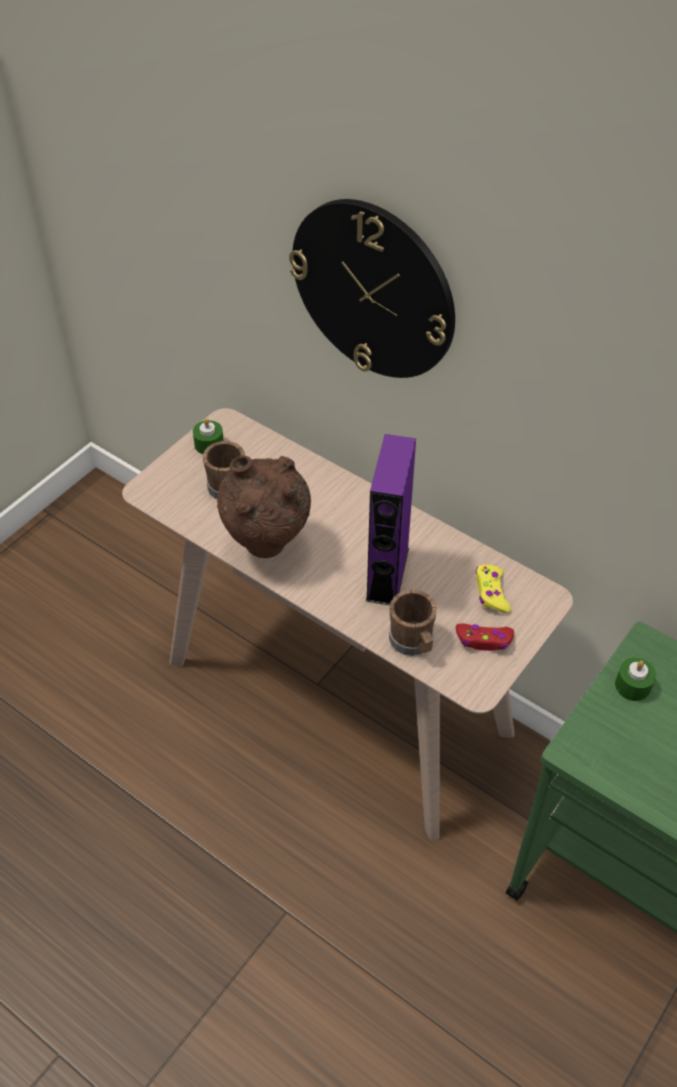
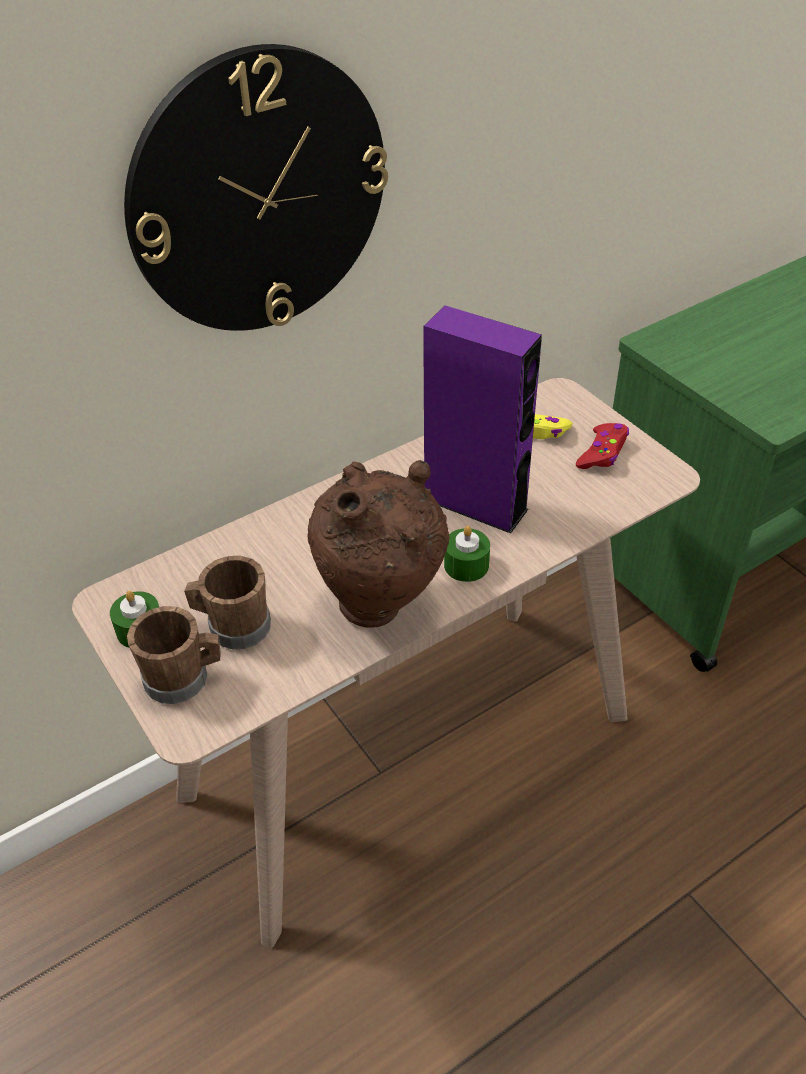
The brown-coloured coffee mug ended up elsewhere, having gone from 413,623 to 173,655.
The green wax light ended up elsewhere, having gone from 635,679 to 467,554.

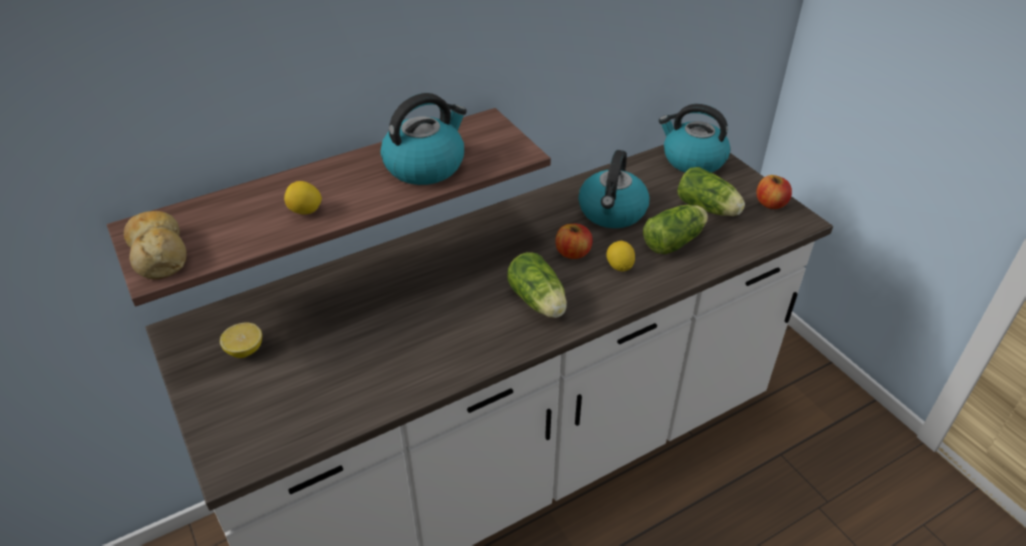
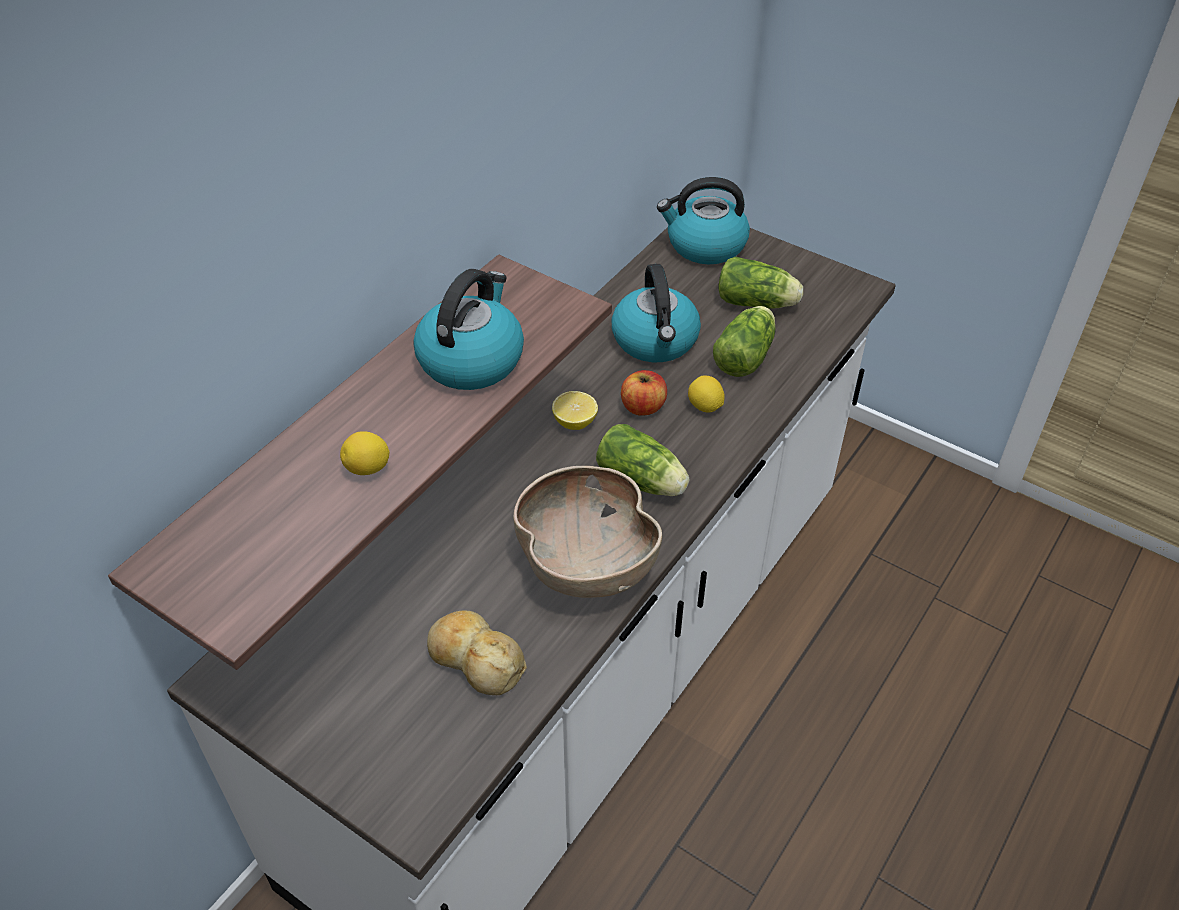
The baked bread ended up elsewhere, having gone from 155,245 to 477,652.
The second view gained the brown-coloured serving bowl at 587,532.
The lemon ended up elsewhere, having gone from 241,340 to 575,410.
The second view lost the apple at 774,192.

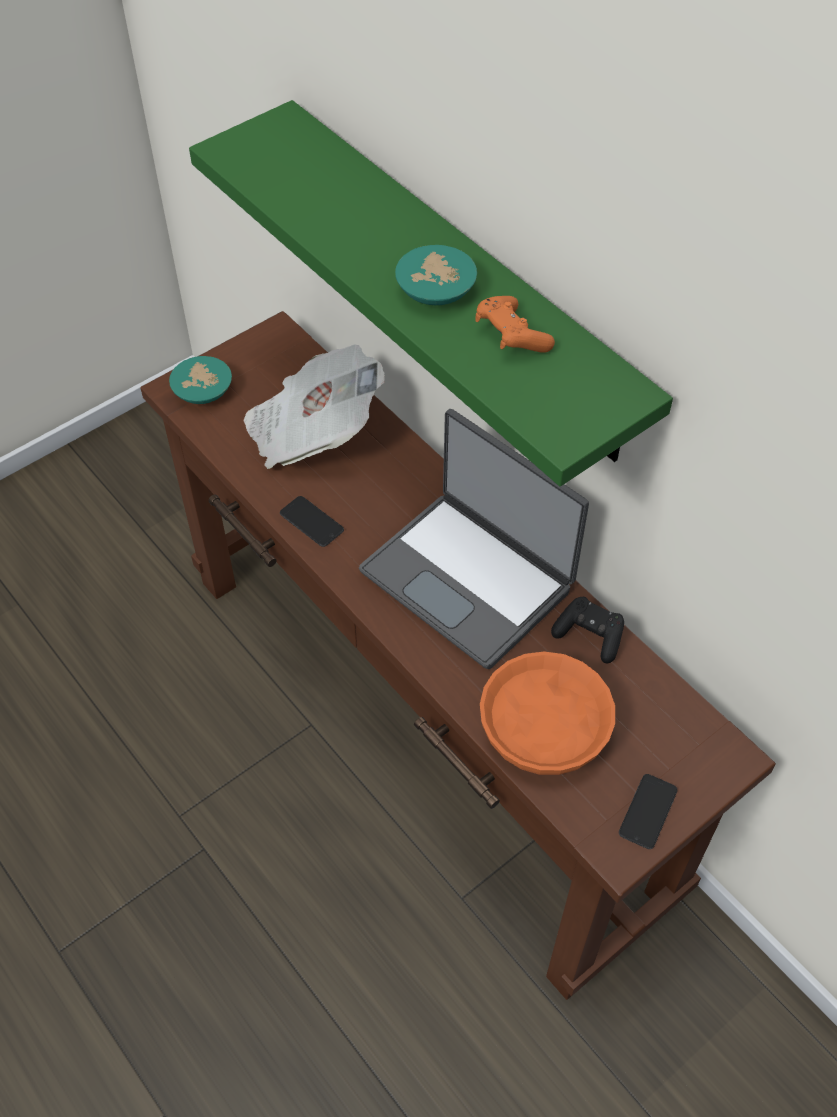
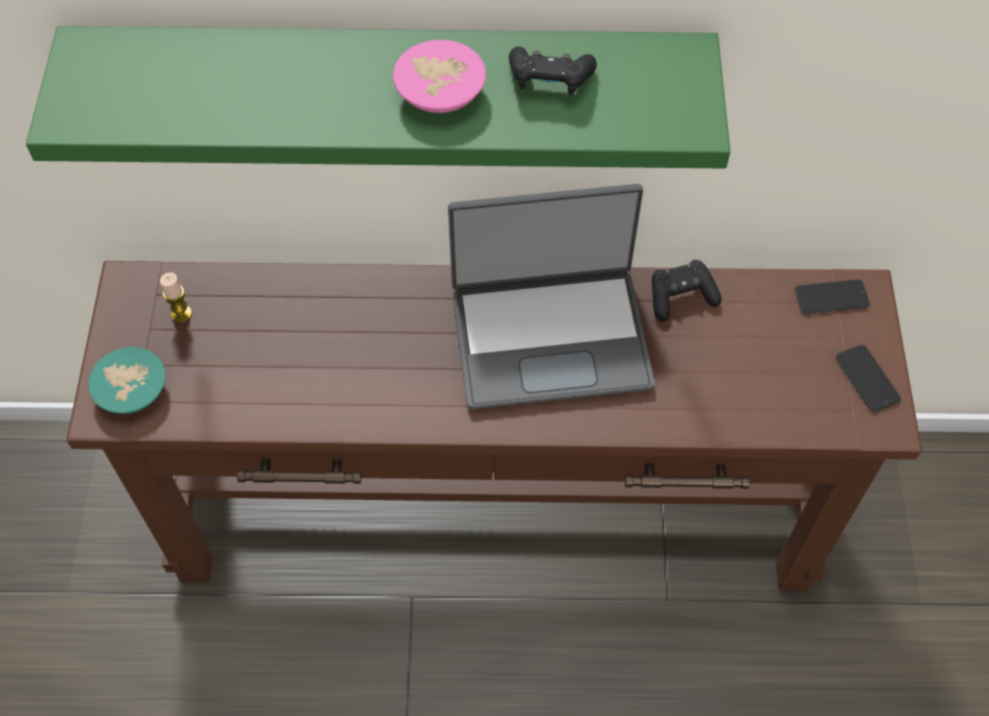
The second view gained the wax light at 176,297.
What was the turquoise-coloured serving bowl at 436,275 turned into the pink-coloured serving bowl at 439,76.
What was the orangey gamepad at 515,324 turned into the black-coloured gamepad at 553,70.
The telephone ended up elsewhere, having gone from 312,521 to 832,296.
The second view lost the daily paper at 314,407.
The second view lost the orangey serving bowl at 547,713.

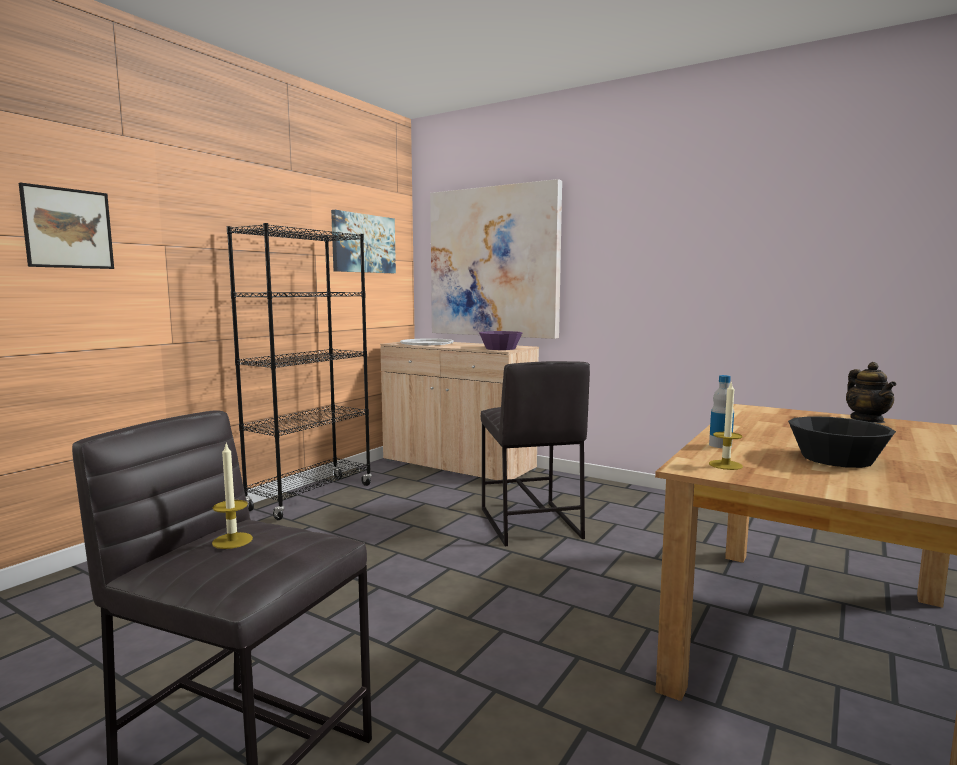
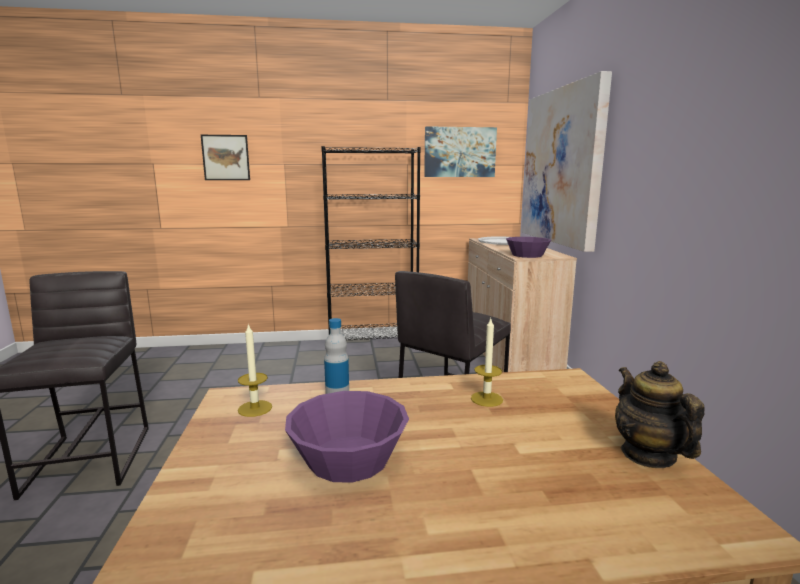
What was the black-coloured serving bowl at 842,442 turned into the purple serving bowl at 347,437.
The wax light ended up elsewhere, having gone from 232,496 to 487,363.
The teapot at 871,392 ended up facing another way, 120 degrees clockwise from before.

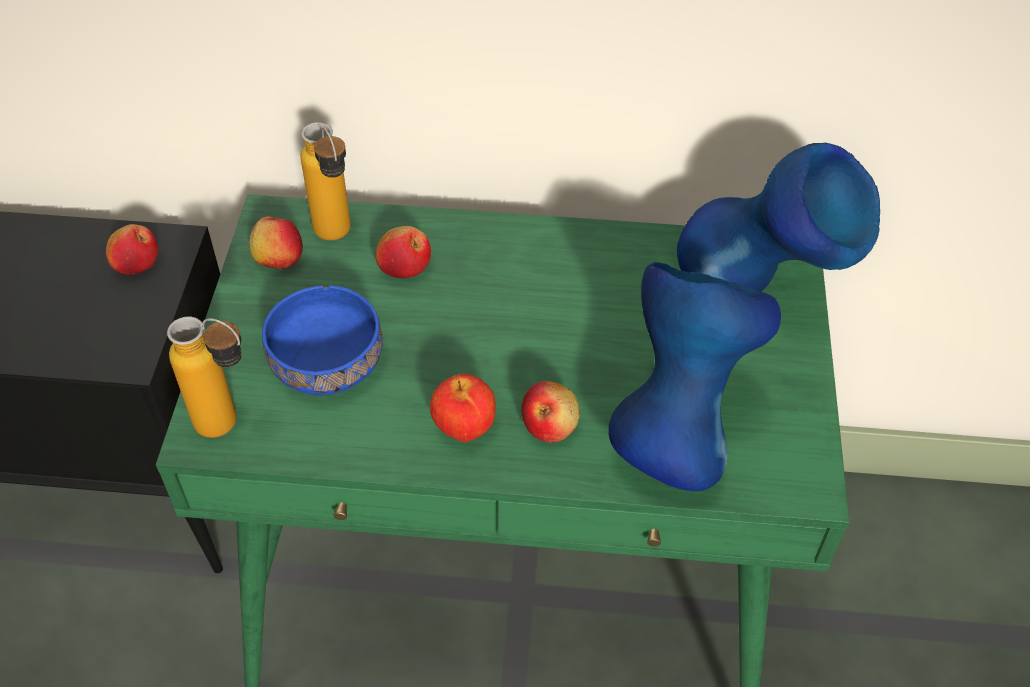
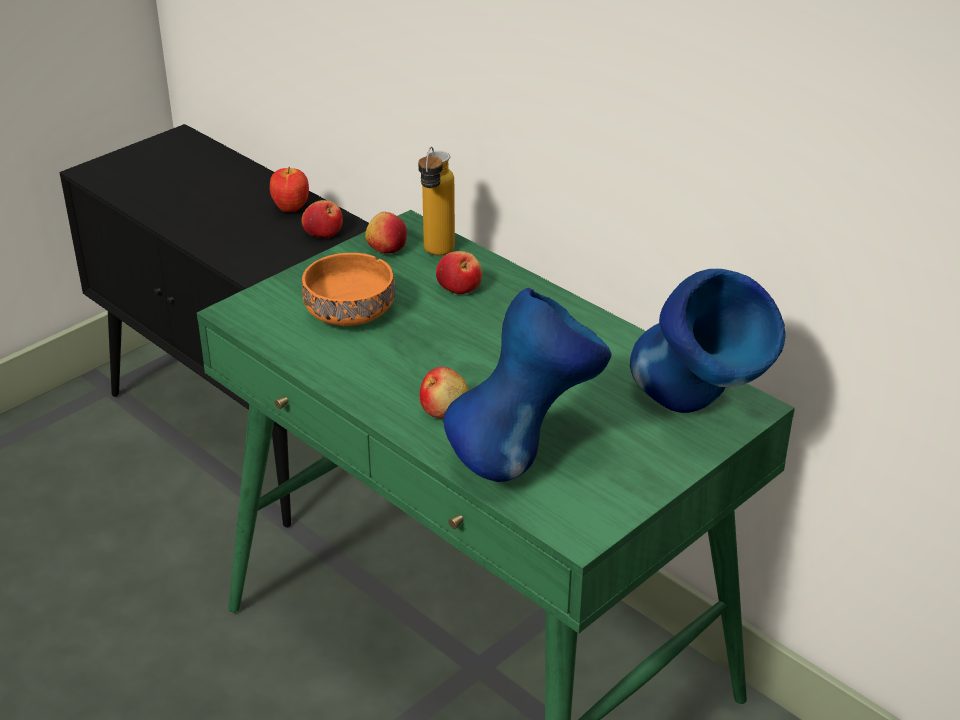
The apple ended up elsewhere, having gone from 463,407 to 289,189.
What was the blue serving bowl at 322,340 turned into the orangey serving bowl at 348,289.
The second view lost the beverage bottle at 204,377.

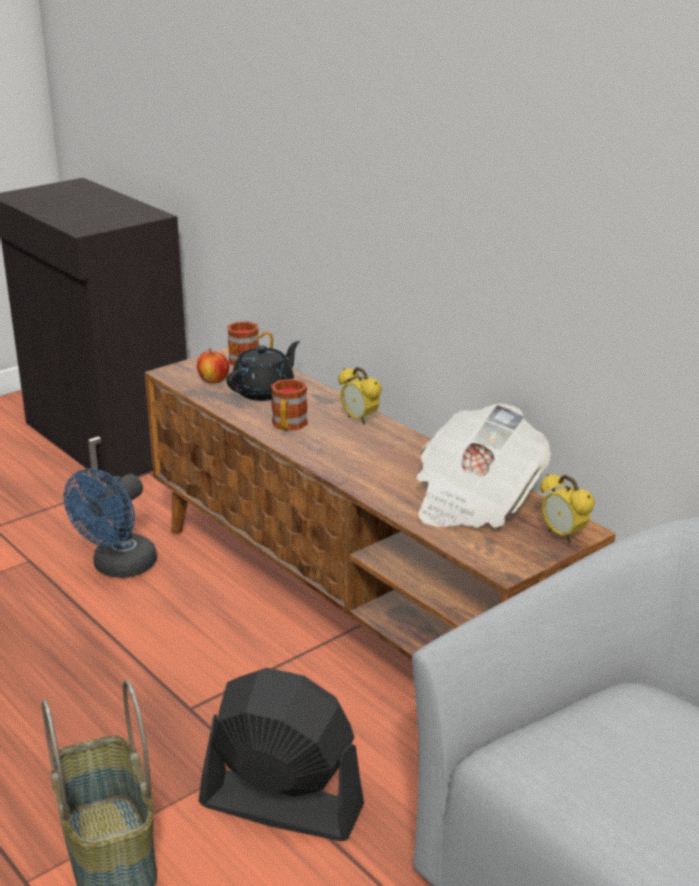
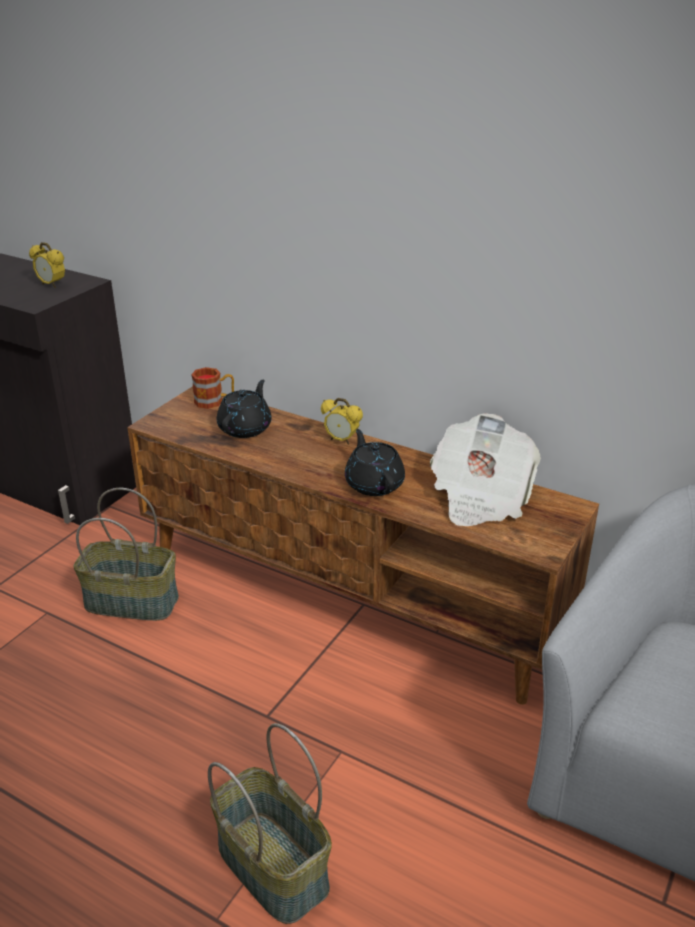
The table clock ended up elsewhere, having gone from 567,508 to 47,265.
Where the blue cooling fan stood at 110,523, the basket came to stand at 126,554.
The second view gained the black-coloured teapot at 375,462.
The second view lost the apple at 213,366.
The second view lost the black-coloured cooling fan at 281,754.
The second view lost the coffee mug at 289,405.

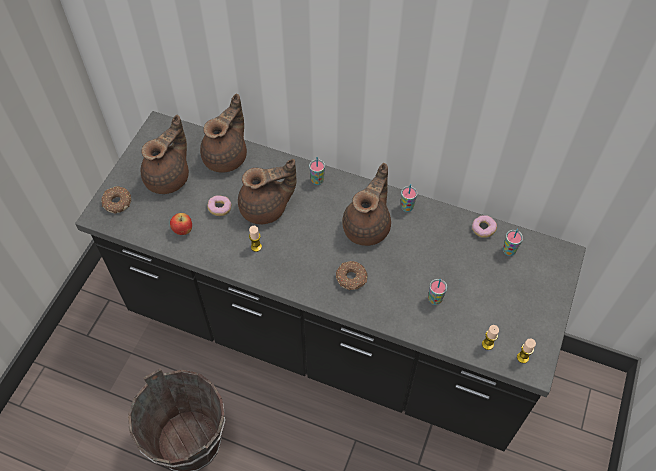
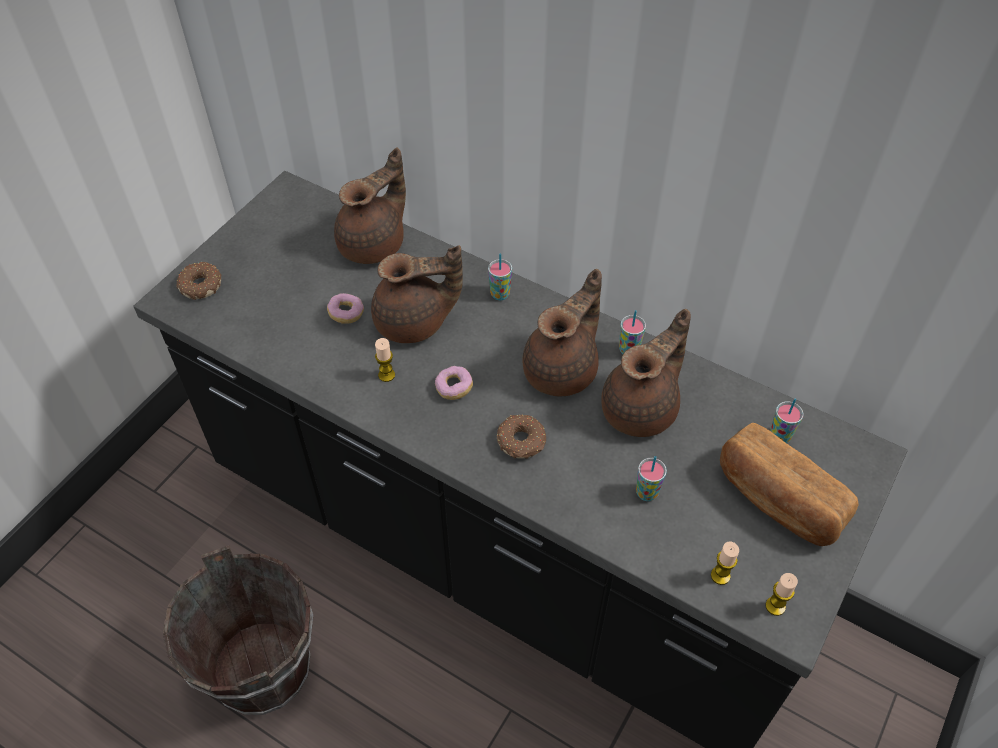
The doughnut ended up elsewhere, having gone from 484,226 to 454,383.
The brown-coloured teapot ended up elsewhere, having gone from 165,154 to 646,373.
The second view gained the baked bread at 789,484.
The second view lost the apple at 181,224.

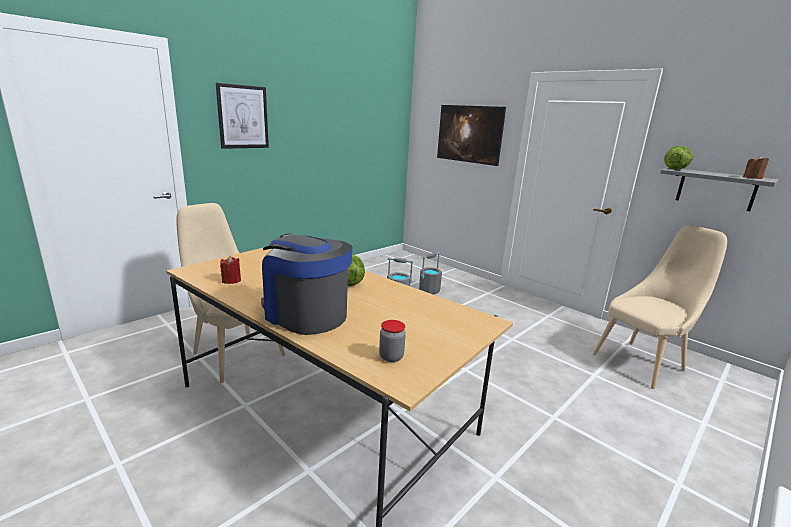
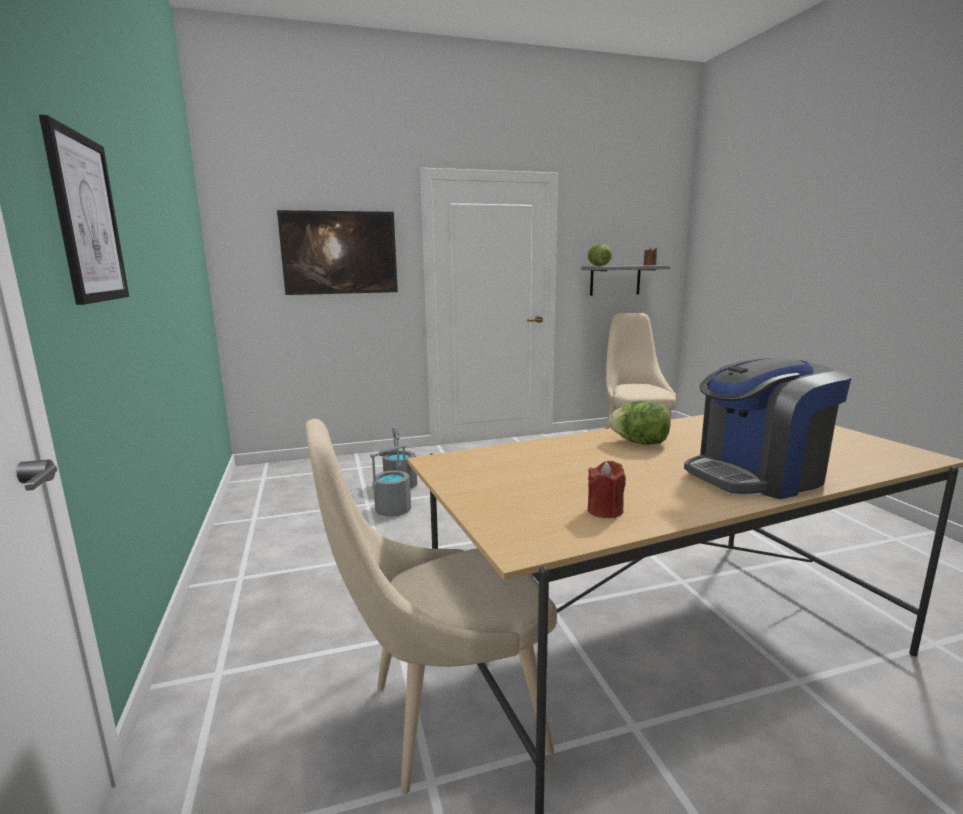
The second view lost the jar at 392,341.

